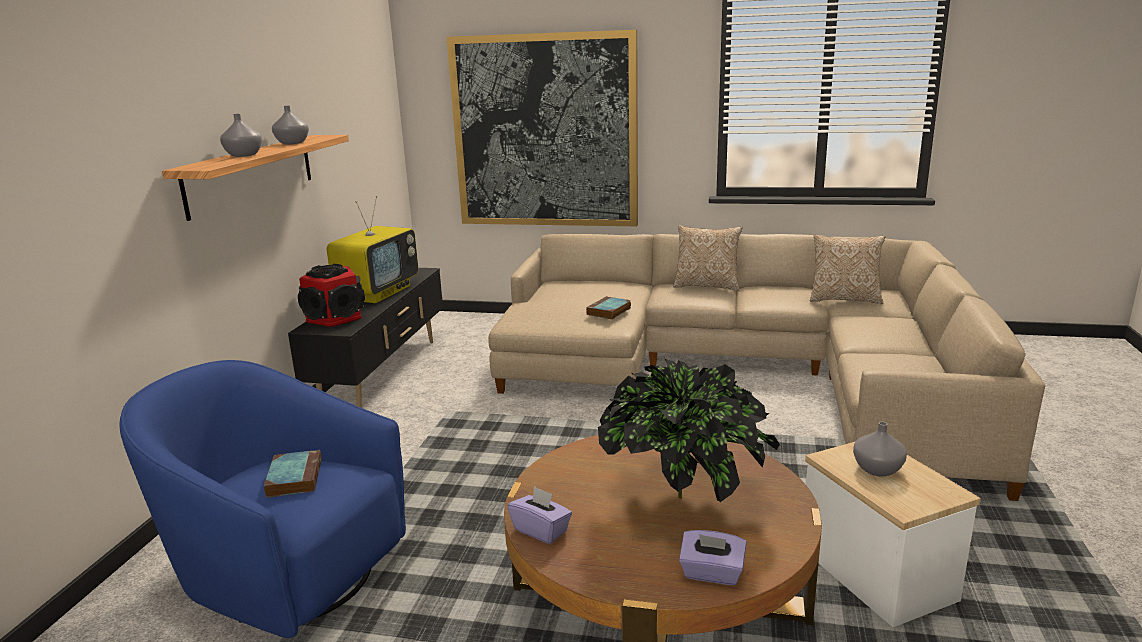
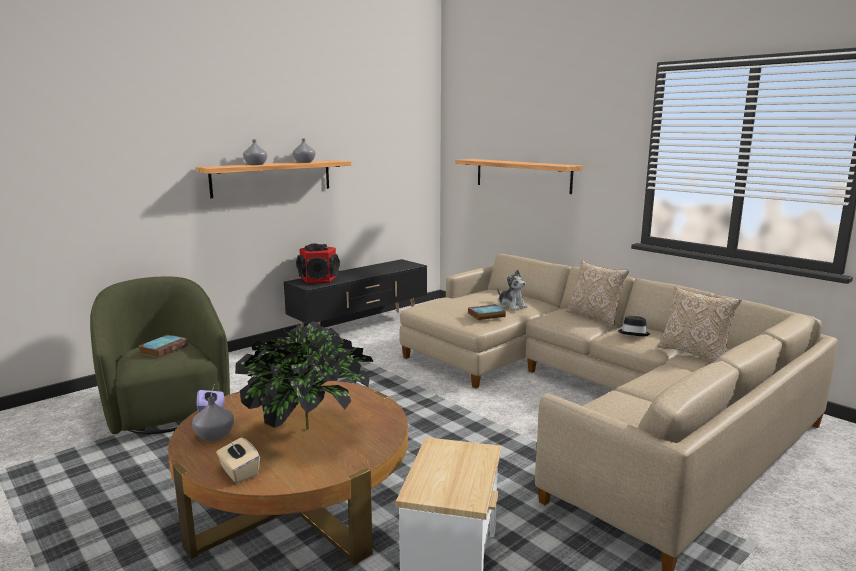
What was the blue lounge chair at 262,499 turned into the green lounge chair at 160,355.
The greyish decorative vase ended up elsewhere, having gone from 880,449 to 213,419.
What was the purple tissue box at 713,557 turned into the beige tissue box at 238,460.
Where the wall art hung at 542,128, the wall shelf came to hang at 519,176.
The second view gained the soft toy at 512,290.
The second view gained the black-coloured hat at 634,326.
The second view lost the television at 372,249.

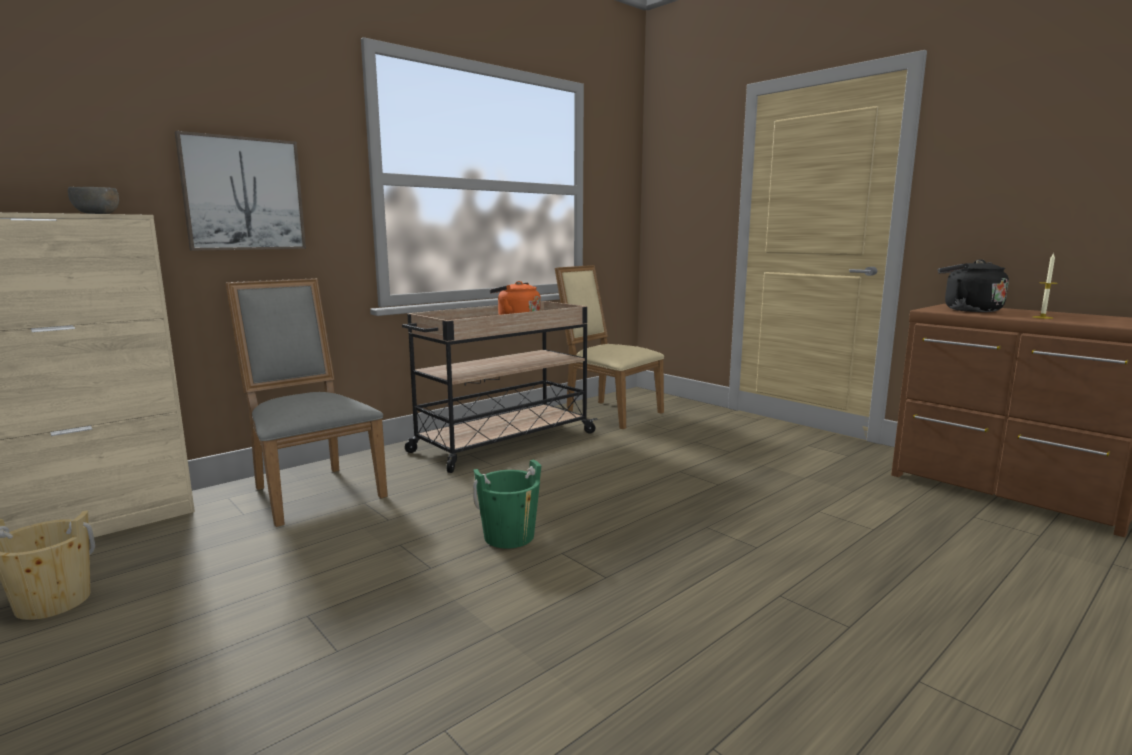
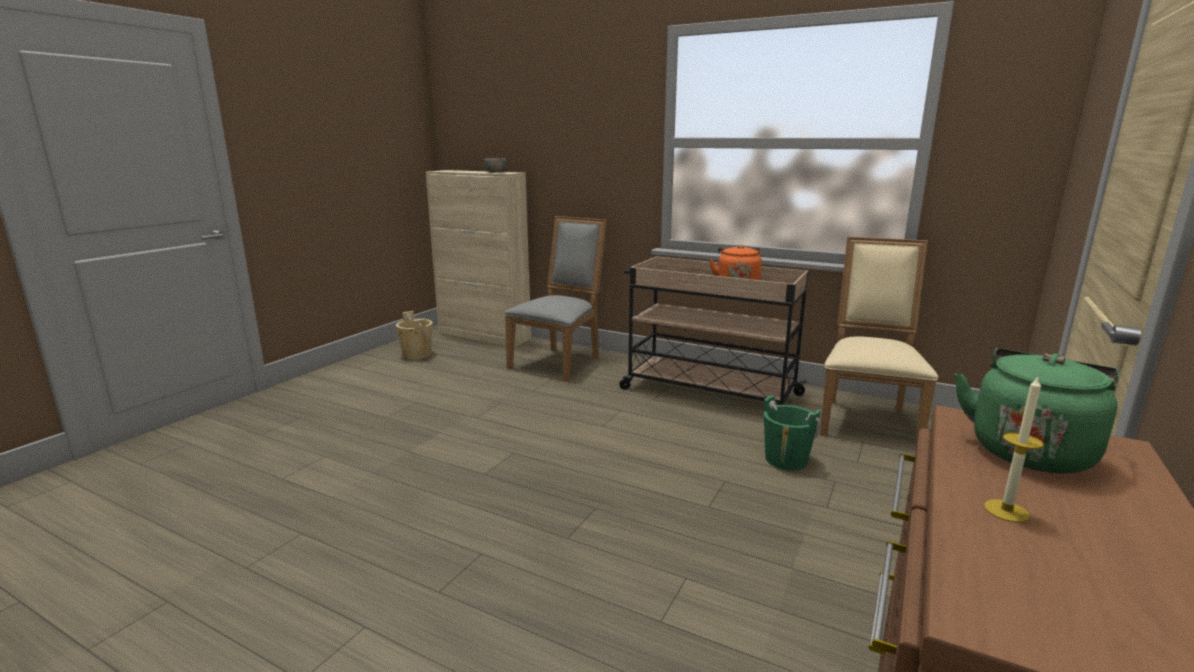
The green pail ended up elsewhere, having gone from 507,504 to 792,432.
What was the black-coloured tea kettle at 973,285 turned into the green tea kettle at 1037,410.
The second view lost the wall art at 240,191.

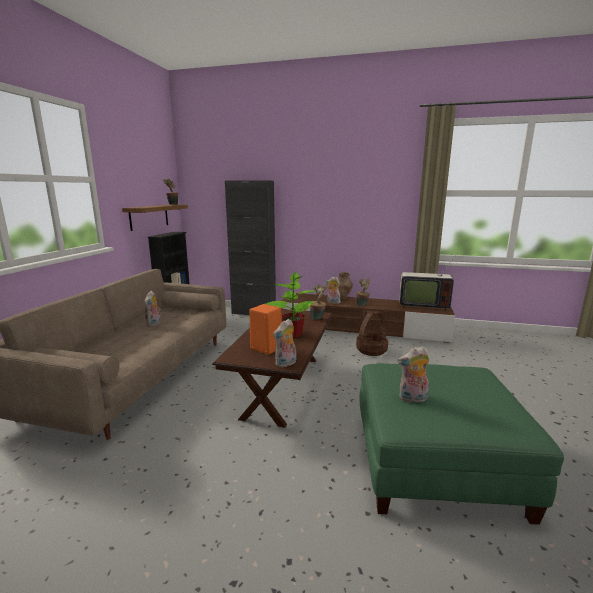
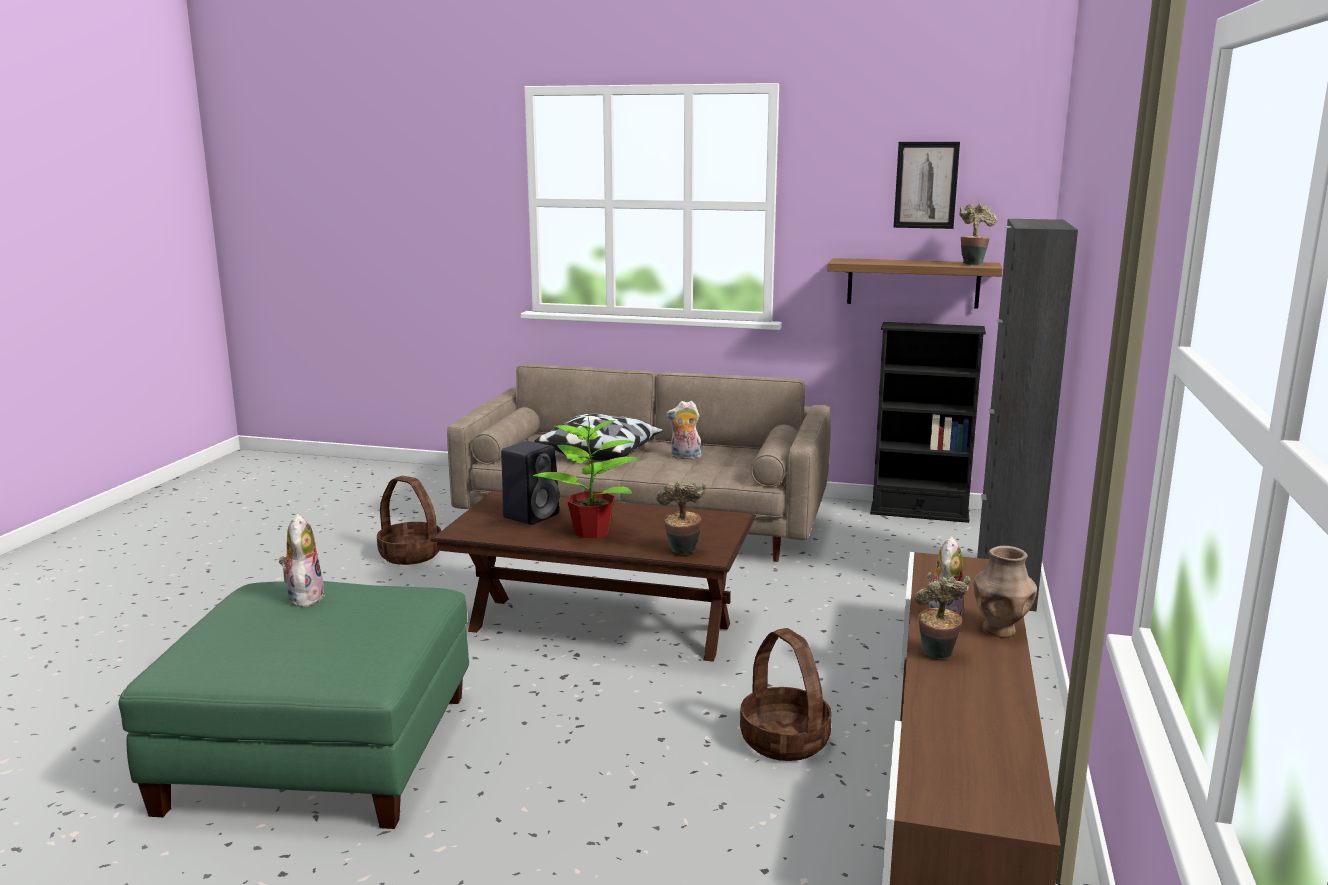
The second view gained the basket at 409,520.
What was the orangey audio speaker at 265,329 turned into the black-coloured audio speaker at 530,483.
The second view gained the cushion at 598,437.
The second view gained the wall art at 927,185.
The second view lost the soft toy at 284,343.
The second view lost the television at 428,282.

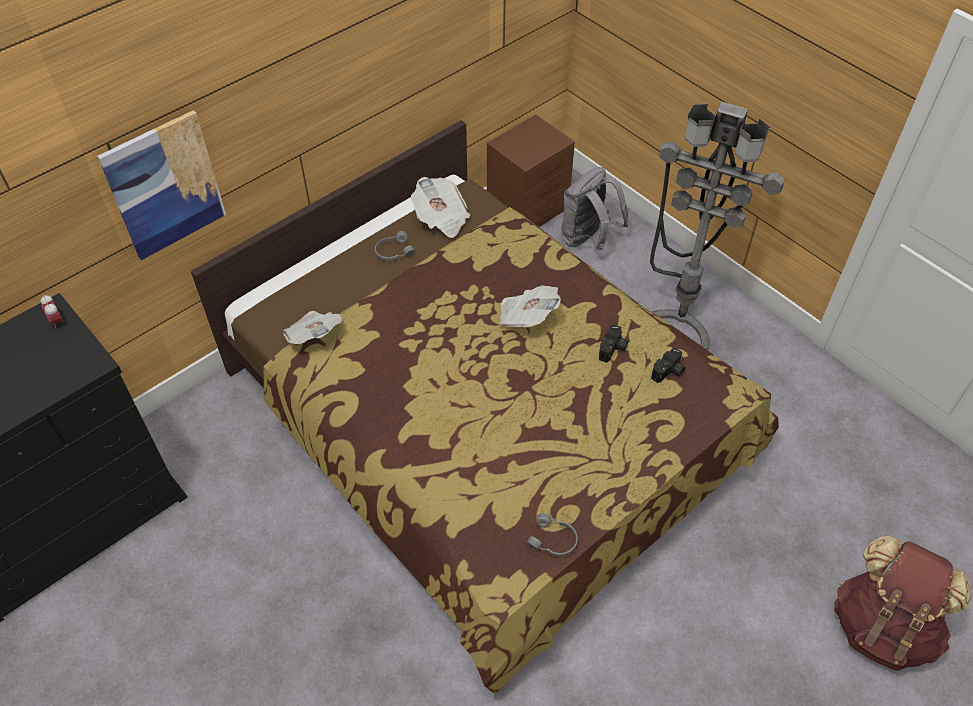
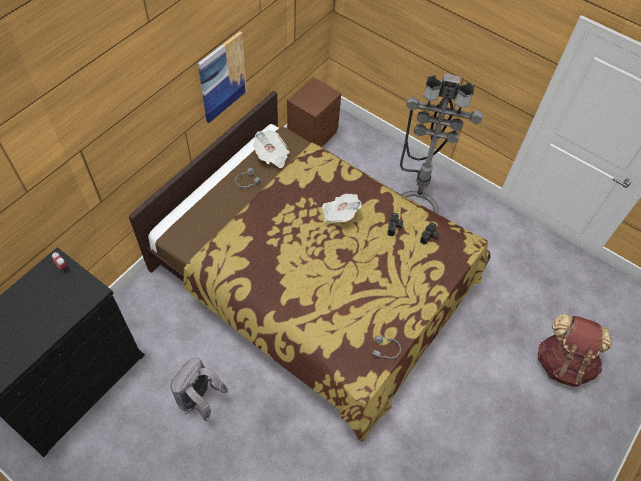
The greyish knapsack ended up elsewhere, having gone from 595,208 to 199,390.
The wall art ended up elsewhere, having gone from 161,185 to 222,77.
The second view lost the daily paper at 312,327.

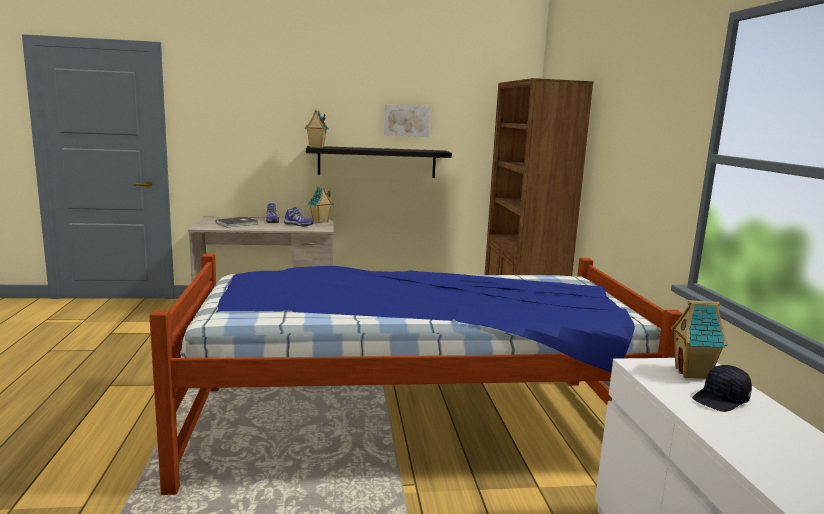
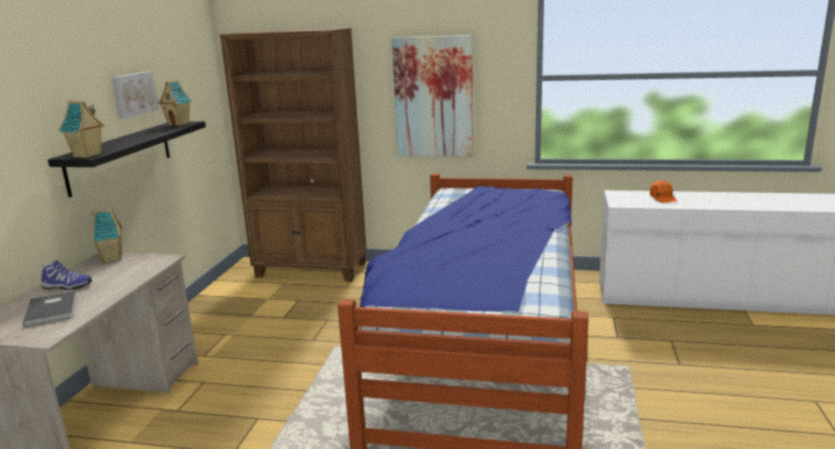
The toy house ended up elsewhere, having gone from 699,339 to 175,102.
The second view gained the wall art at 433,96.
What was the black-coloured baseball cap at 722,388 turned into the orangey baseball cap at 663,191.
The second view lost the shoe at 298,216.

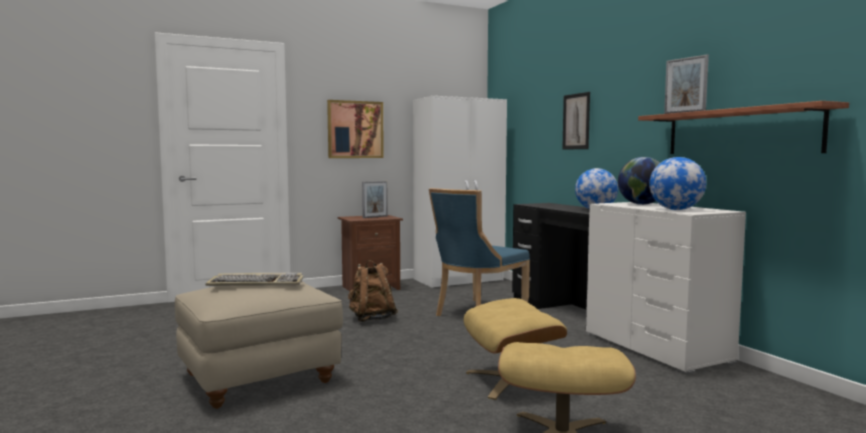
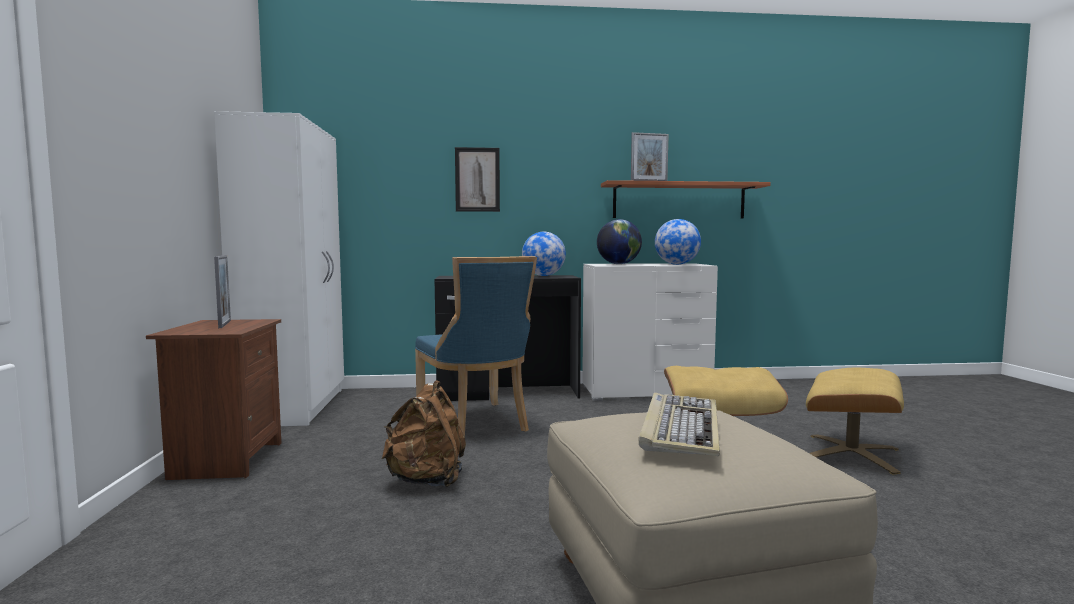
The second view lost the wall art at 355,129.

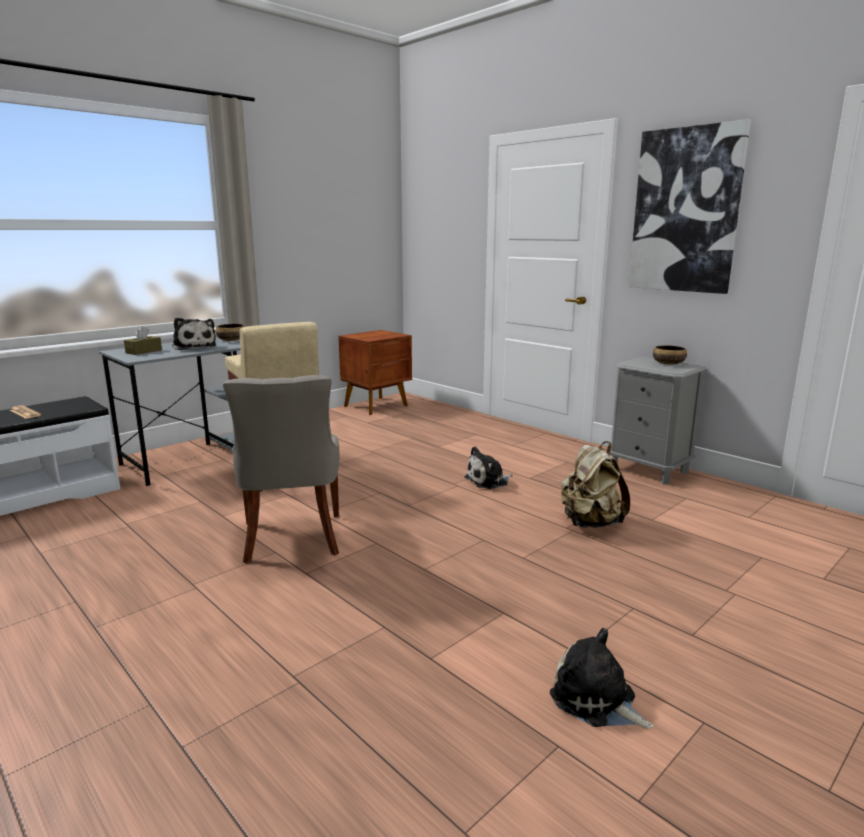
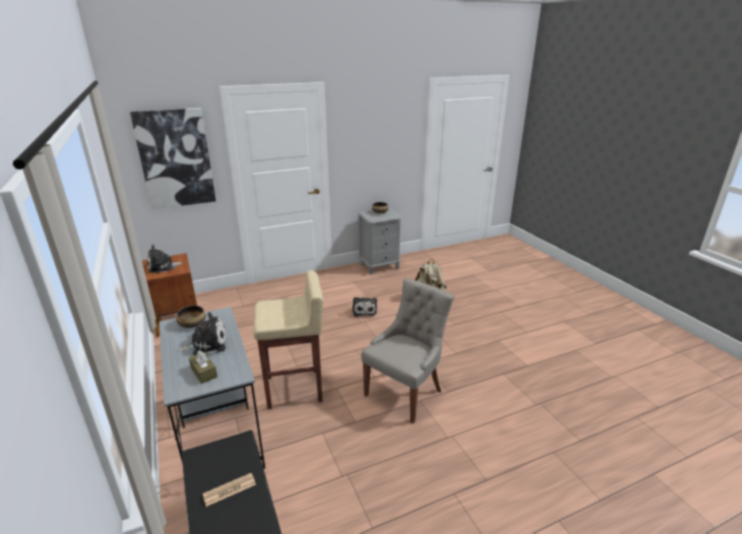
The wall art ended up elsewhere, having gone from 690,206 to 173,158.
The soft toy ended up elsewhere, having gone from 601,678 to 165,258.
The greyish plain chair at 281,469 ended up facing another way, 60 degrees counterclockwise from before.

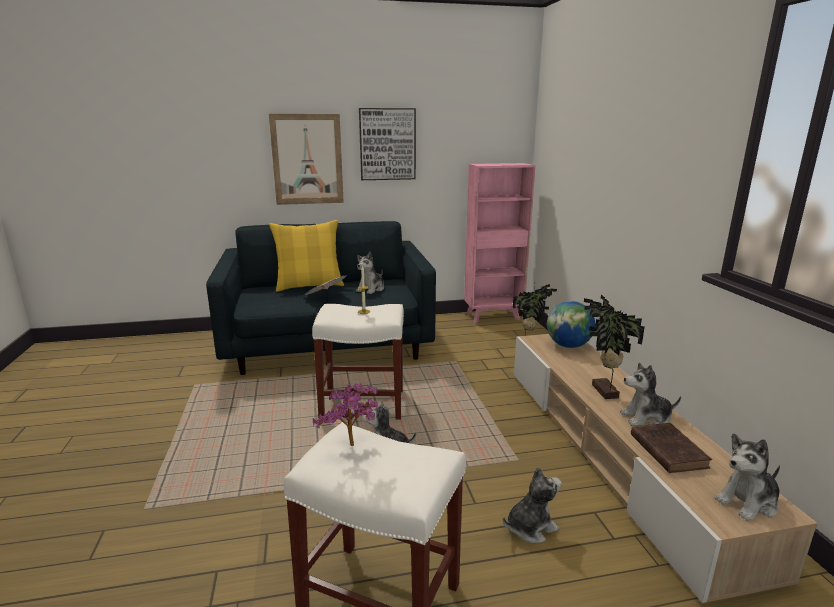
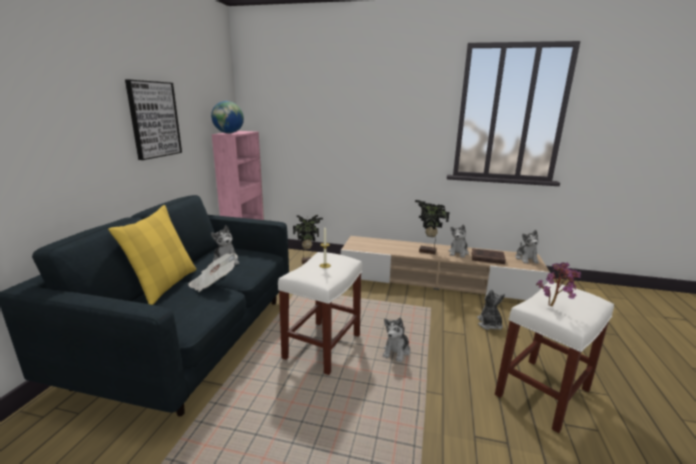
The world globe ended up elsewhere, having gone from 571,324 to 227,117.
The second view lost the wall art at 306,159.

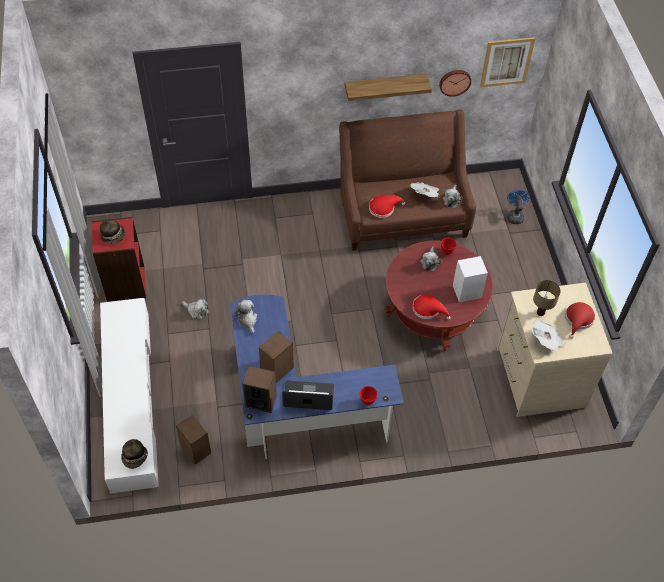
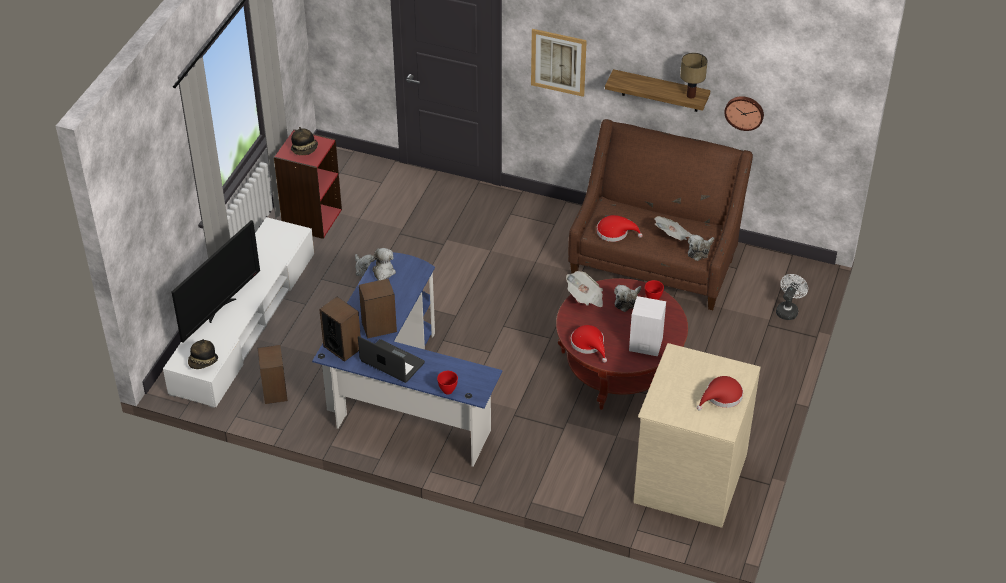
The second view gained the television at 216,281.
The wall art ended up elsewhere, having gone from 507,62 to 559,63.
The daily paper ended up elsewhere, having gone from 548,335 to 584,289.
The lamp for a table ended up elsewhere, having gone from 546,298 to 694,76.
What was the blue cooling fan at 518,206 turned into the white-coloured cooling fan at 792,297.

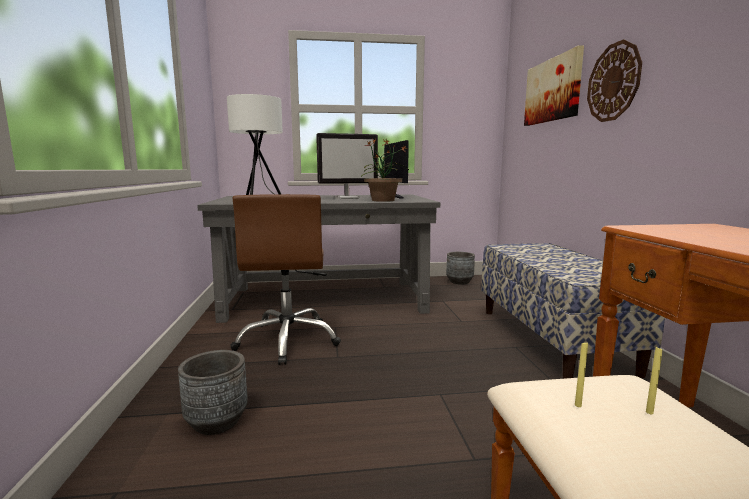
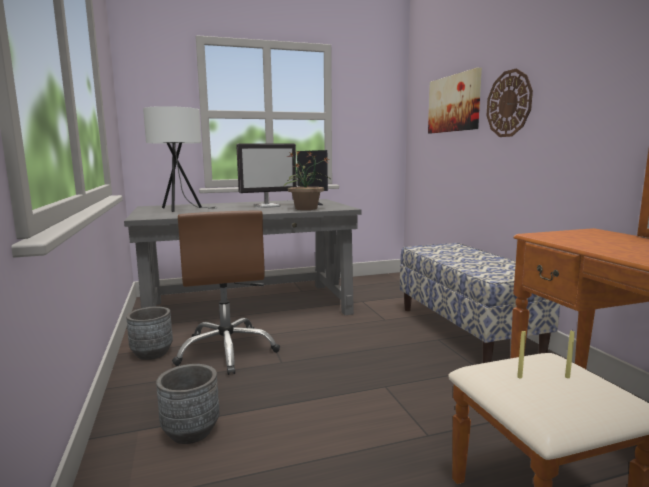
The greyish flower pot ended up elsewhere, having gone from 460,268 to 149,333.

